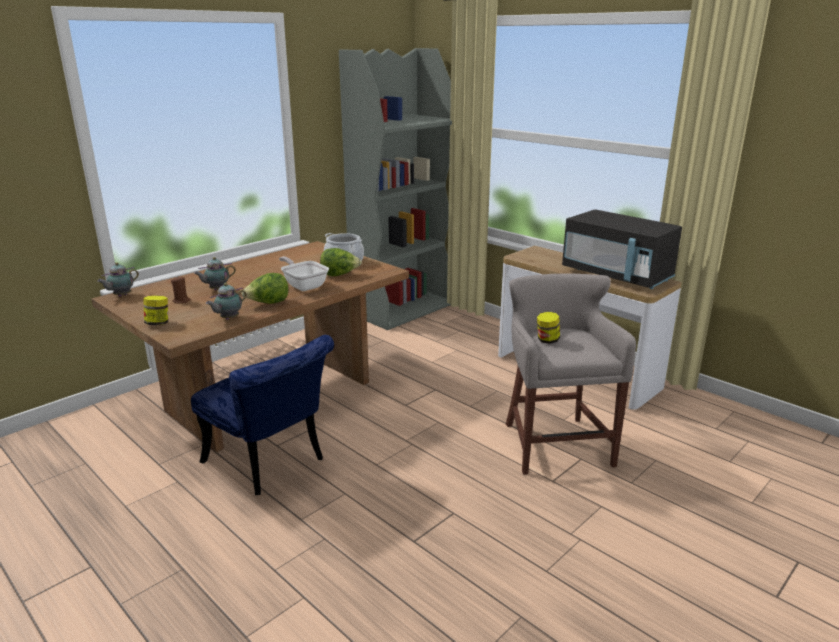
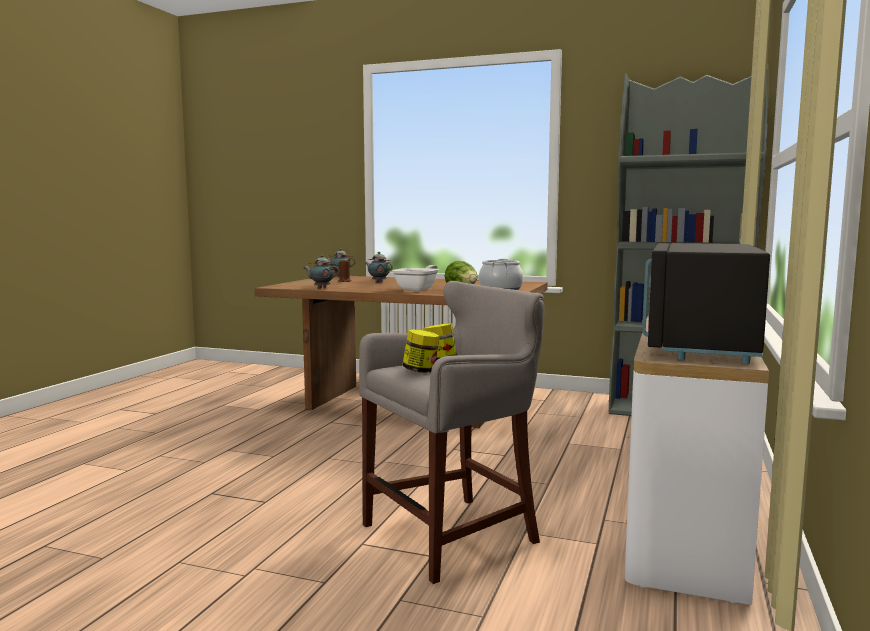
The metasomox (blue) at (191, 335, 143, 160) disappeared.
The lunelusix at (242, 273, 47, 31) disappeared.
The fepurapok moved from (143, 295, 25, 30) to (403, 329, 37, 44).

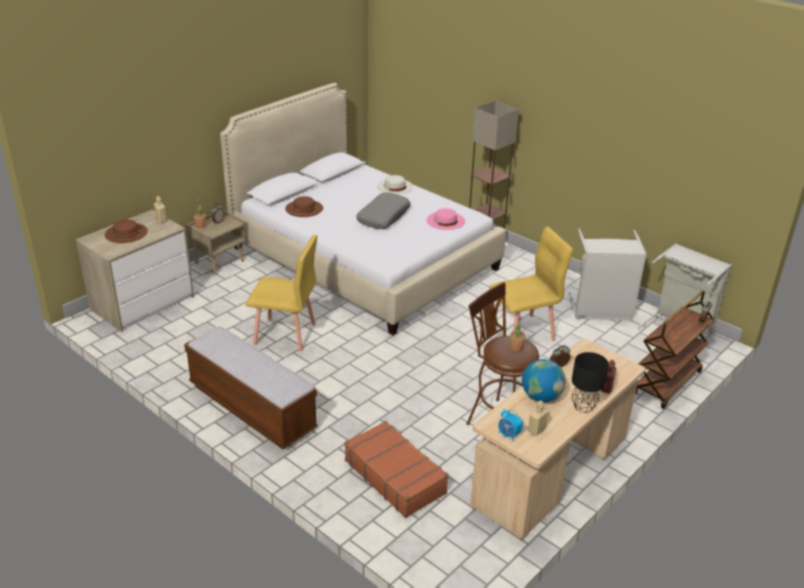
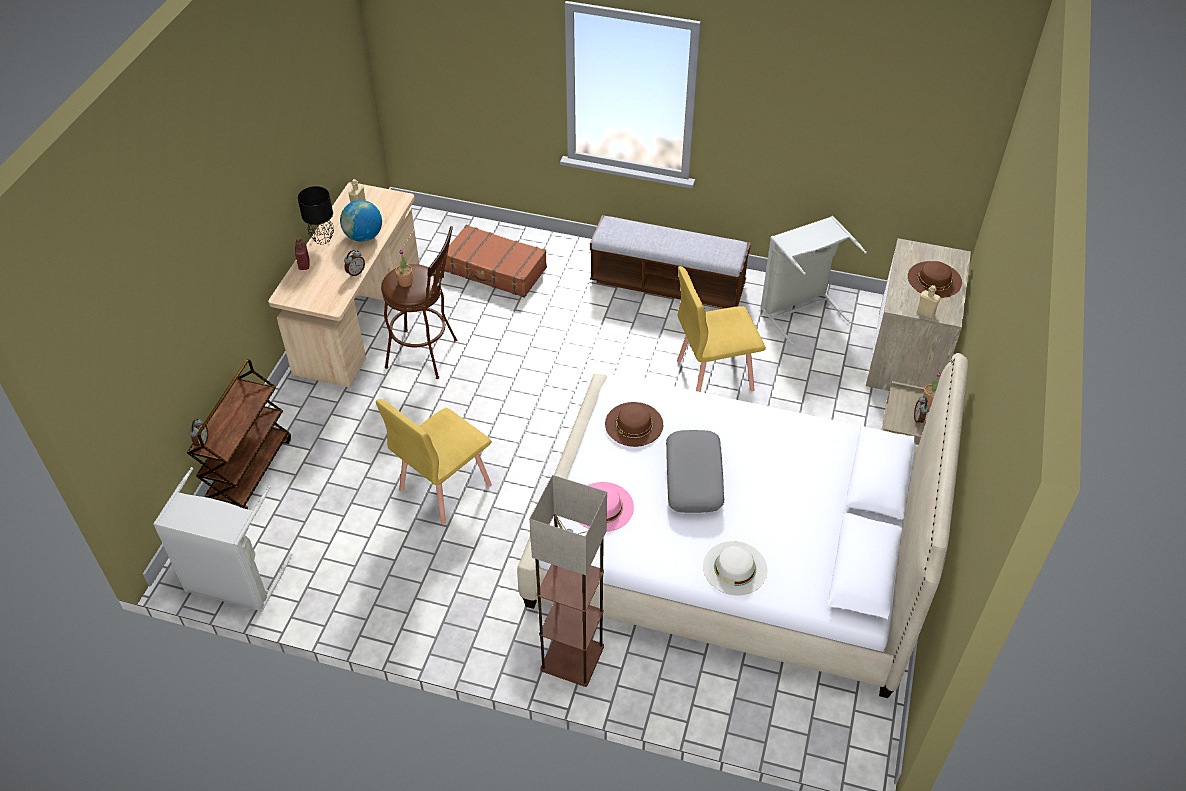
The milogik at (498, 409, 25, 32) disappeared.
The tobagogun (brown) moved from (285, 196, 38, 21) to (605, 402, 58, 45).
The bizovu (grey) moved from (569, 229, 78, 92) to (760, 216, 107, 129).

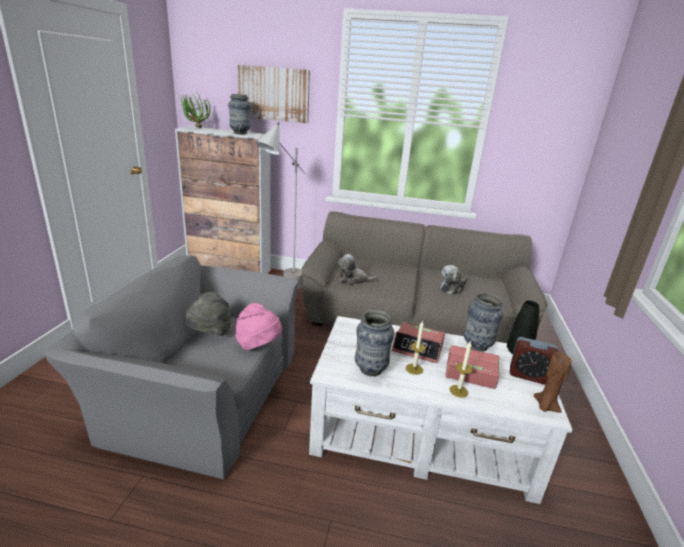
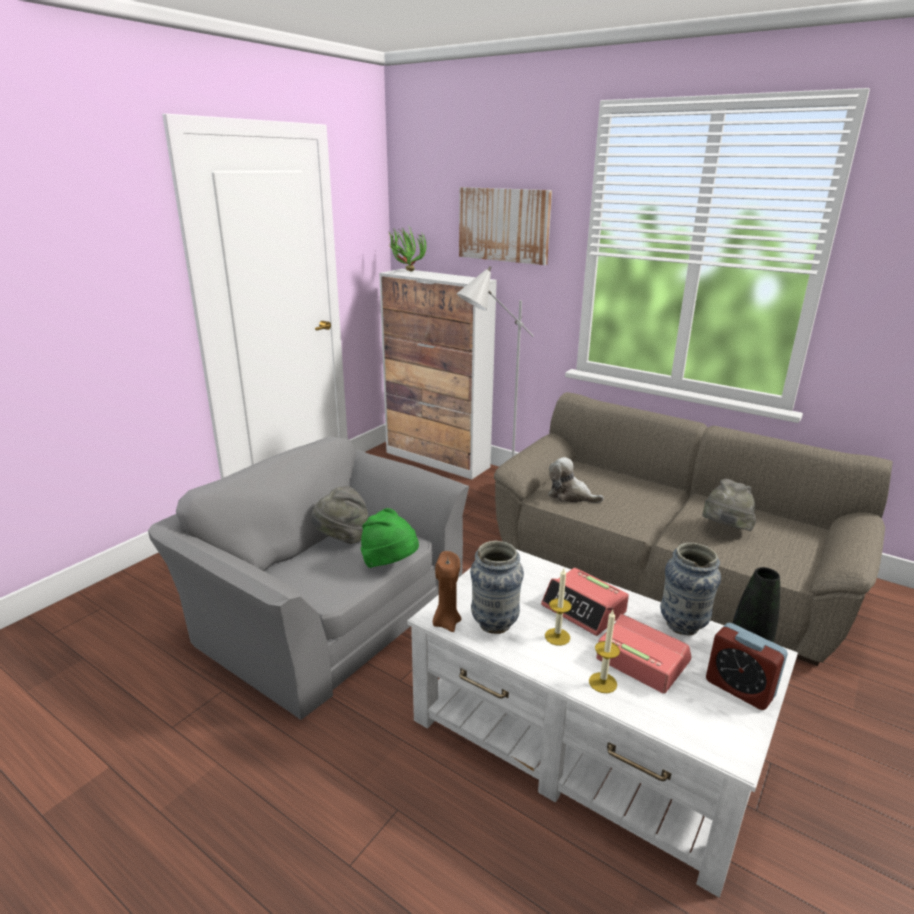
The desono at (228, 94, 23, 40) disappeared.
The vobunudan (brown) moved from (534, 352, 37, 61) to (433, 551, 28, 81).
The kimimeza at (440, 265, 27, 30) was replaced by the tobagogun (grey) at (702, 479, 54, 52).
The tobagogun (pink) at (235, 303, 47, 47) became the tobagogun (green) at (361, 508, 58, 60).

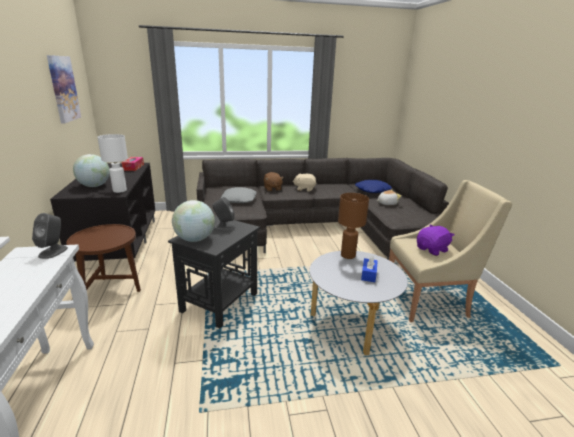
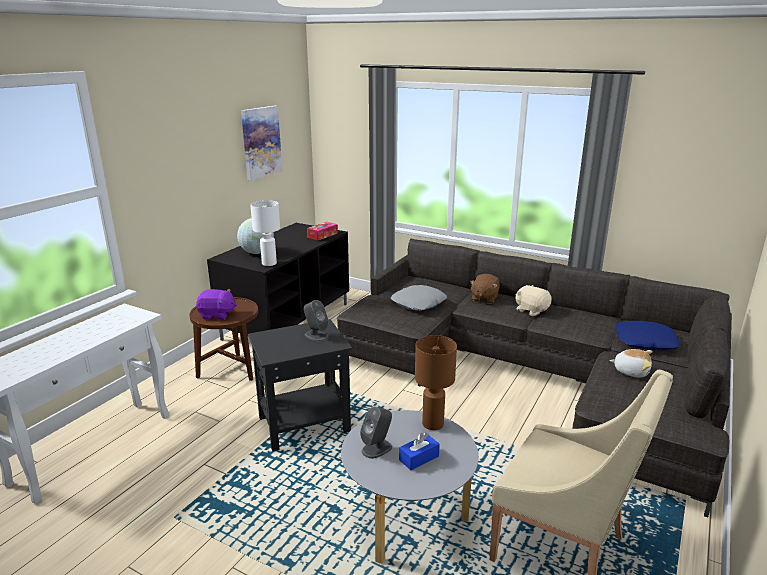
The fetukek at (172, 200, 43, 42) disappeared.
The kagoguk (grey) moved from (32, 213, 36, 46) to (360, 406, 32, 53).
The kimimeza (purple) moved from (417, 224, 37, 32) to (196, 289, 41, 31).

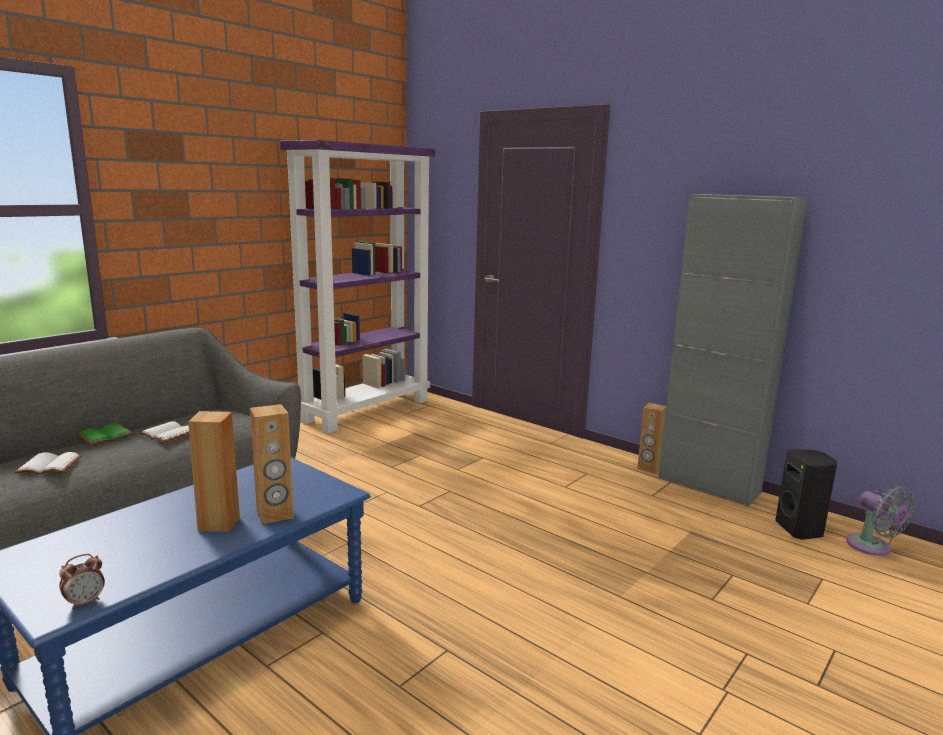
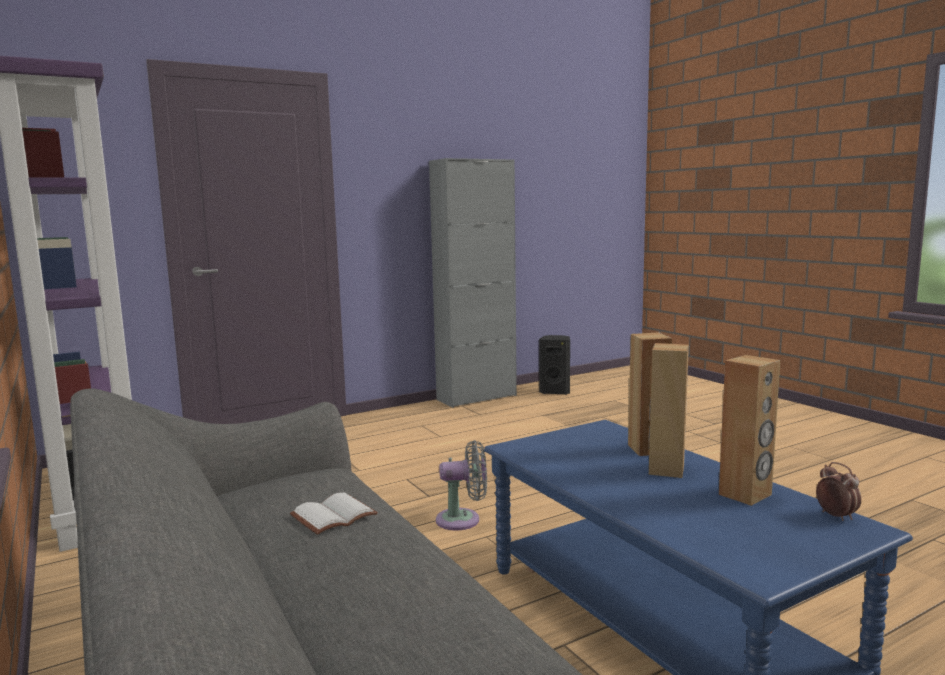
The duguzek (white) at (14, 452, 68, 22) disappeared.
The duguzek (green) at (77, 423, 57, 22) disappeared.
The kagoguk (brown) moved from (637, 403, 29, 70) to (719, 355, 61, 151).
The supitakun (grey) moved from (846, 486, 70, 70) to (436, 440, 51, 90).

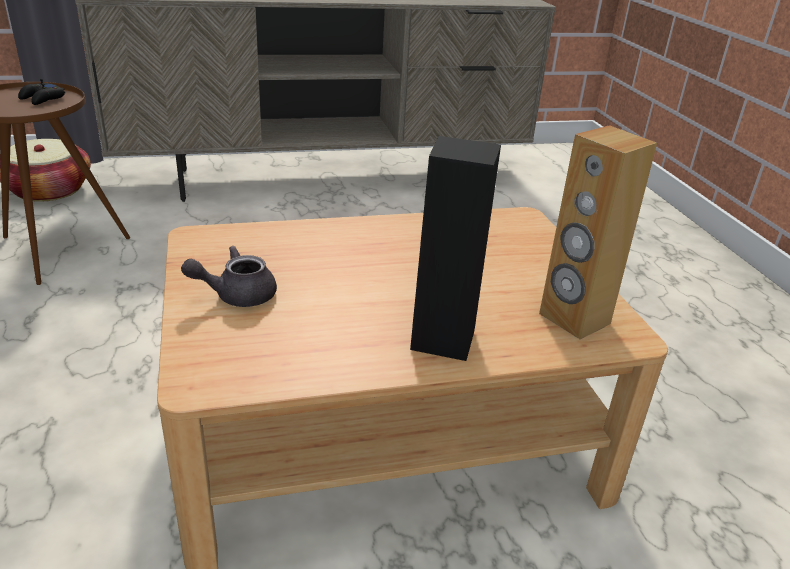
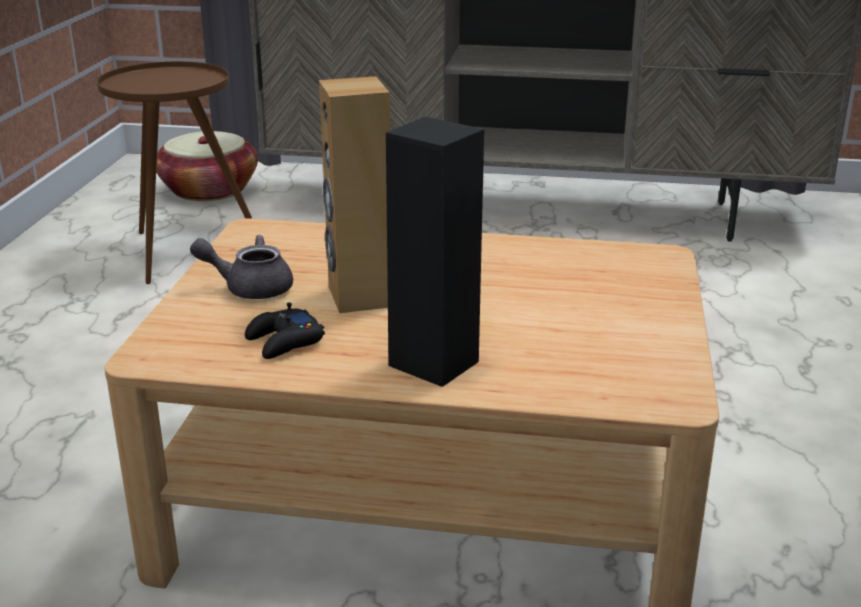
The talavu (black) moved from (18, 79, 47, 26) to (245, 302, 80, 57).
The kagoguk (brown) moved from (539, 125, 118, 214) to (319, 76, 71, 237).

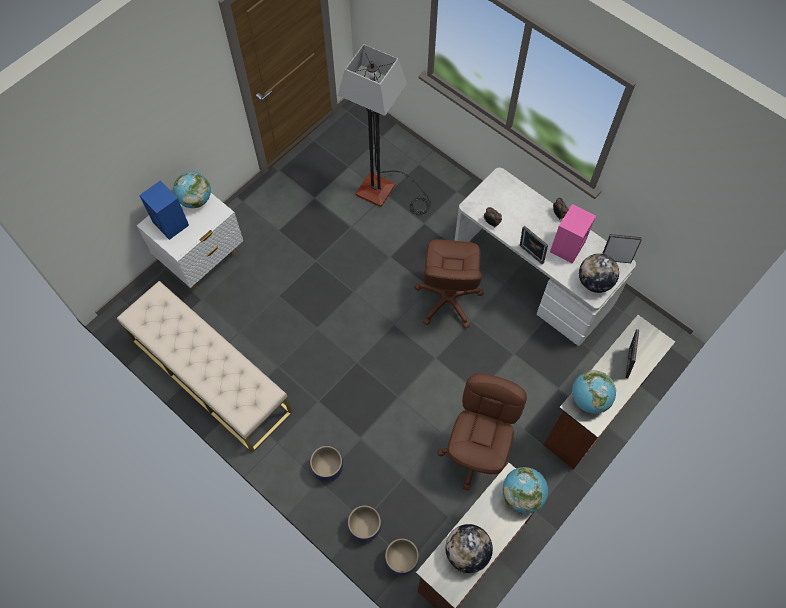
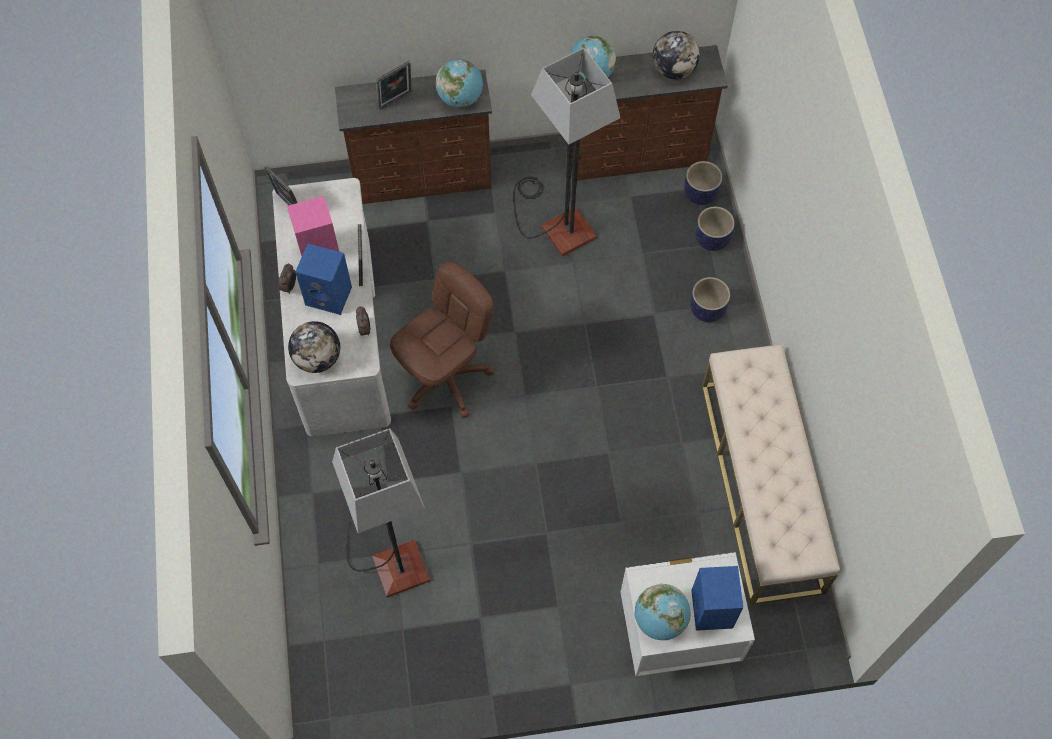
The kagoguk (blue) at (295, 244, 57, 71) appeared.
The fetukek moved from (579, 253, 40, 40) to (288, 321, 52, 52).
The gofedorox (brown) at (437, 374, 90, 116) was replaced by the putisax at (513, 48, 107, 208).

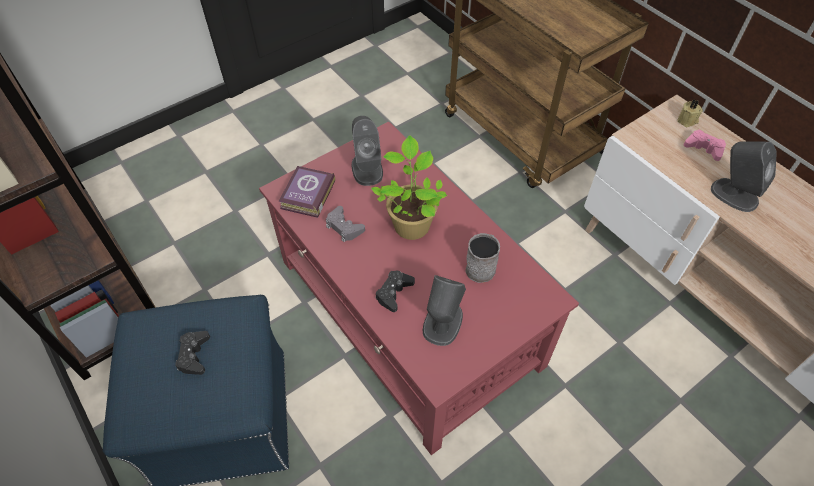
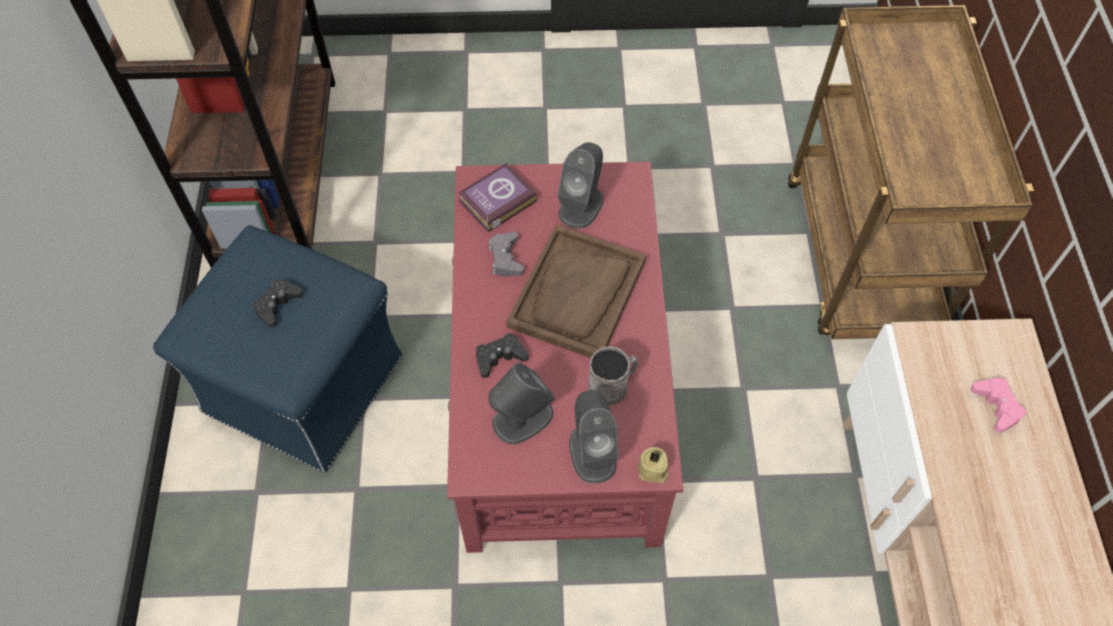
The vobunudan (beige) moved from (677, 99, 26, 28) to (638, 447, 31, 36).
The kagoguk (grey) moved from (711, 142, 66, 70) to (569, 390, 50, 94).
The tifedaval at (371, 135, 76, 105) was replaced by the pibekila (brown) at (506, 225, 140, 133).

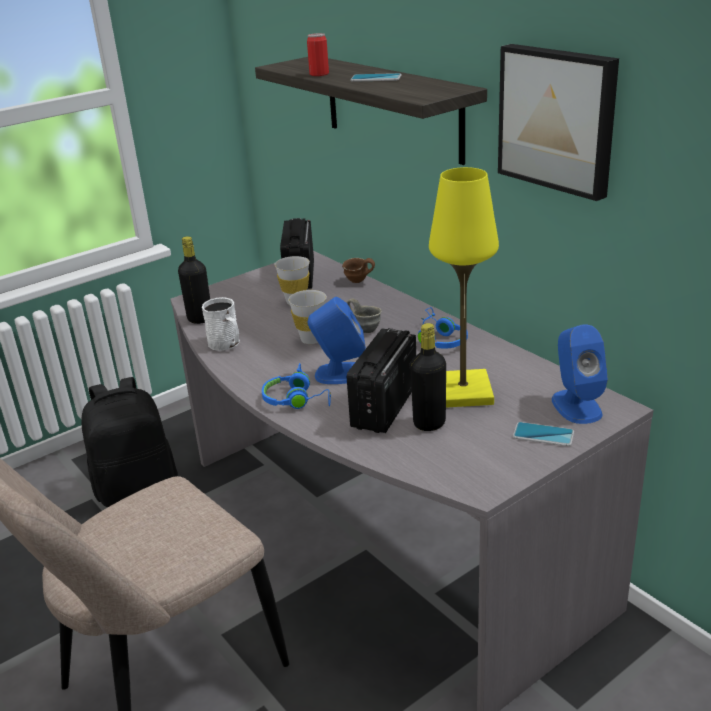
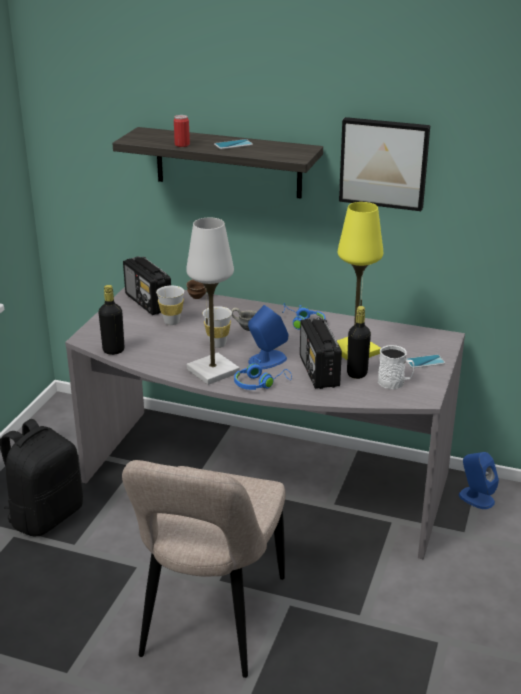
The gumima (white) at (186, 217, 54, 168) appeared.
The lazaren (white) moved from (202, 297, 38, 54) to (378, 345, 36, 44).
The kagoguk (blue) moved from (552, 324, 56, 100) to (459, 452, 40, 57).

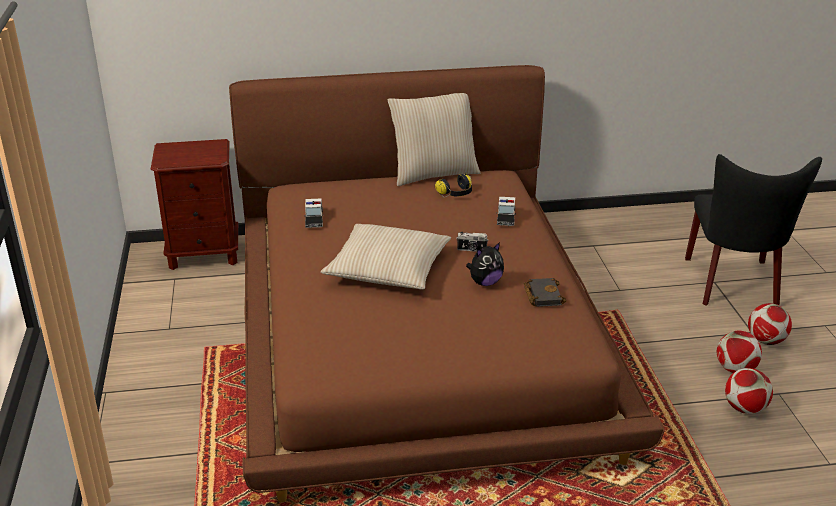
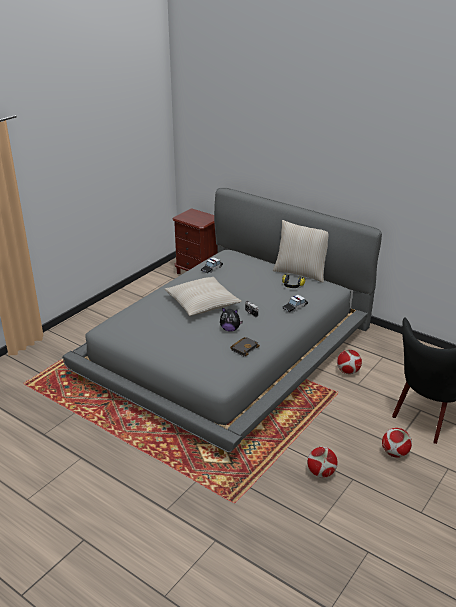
The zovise moved from (717, 331, 45, 42) to (337, 350, 25, 24).
The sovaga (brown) at (229, 65, 436, 437) became the sovaga (grey) at (62, 188, 320, 267).

